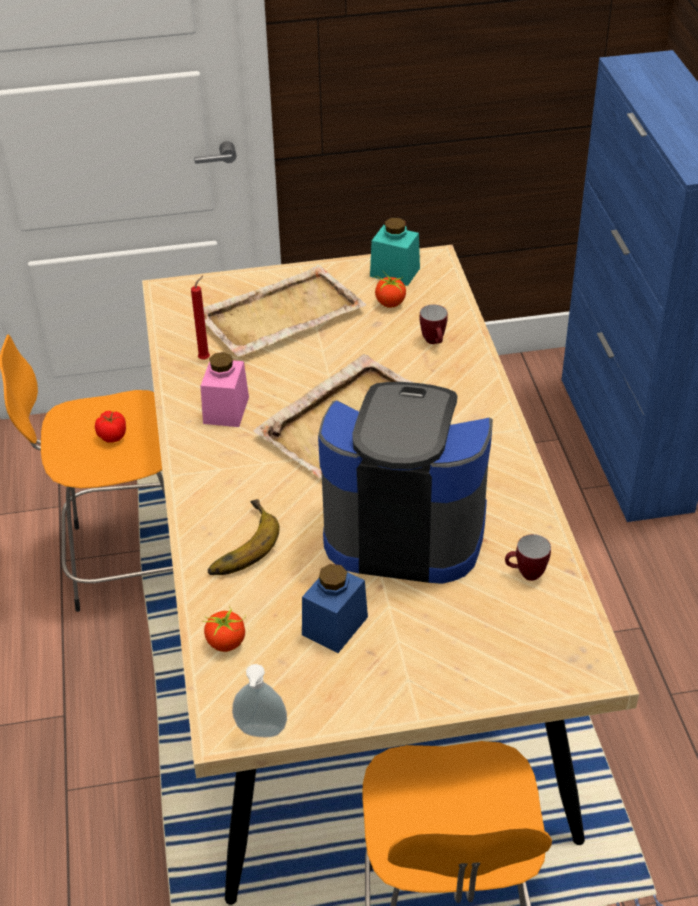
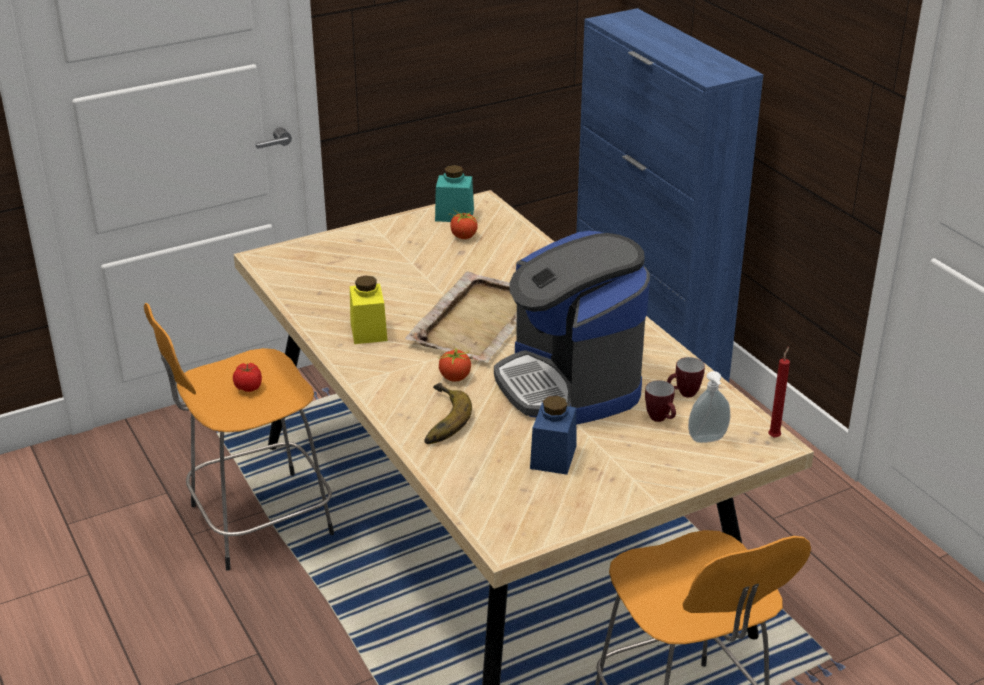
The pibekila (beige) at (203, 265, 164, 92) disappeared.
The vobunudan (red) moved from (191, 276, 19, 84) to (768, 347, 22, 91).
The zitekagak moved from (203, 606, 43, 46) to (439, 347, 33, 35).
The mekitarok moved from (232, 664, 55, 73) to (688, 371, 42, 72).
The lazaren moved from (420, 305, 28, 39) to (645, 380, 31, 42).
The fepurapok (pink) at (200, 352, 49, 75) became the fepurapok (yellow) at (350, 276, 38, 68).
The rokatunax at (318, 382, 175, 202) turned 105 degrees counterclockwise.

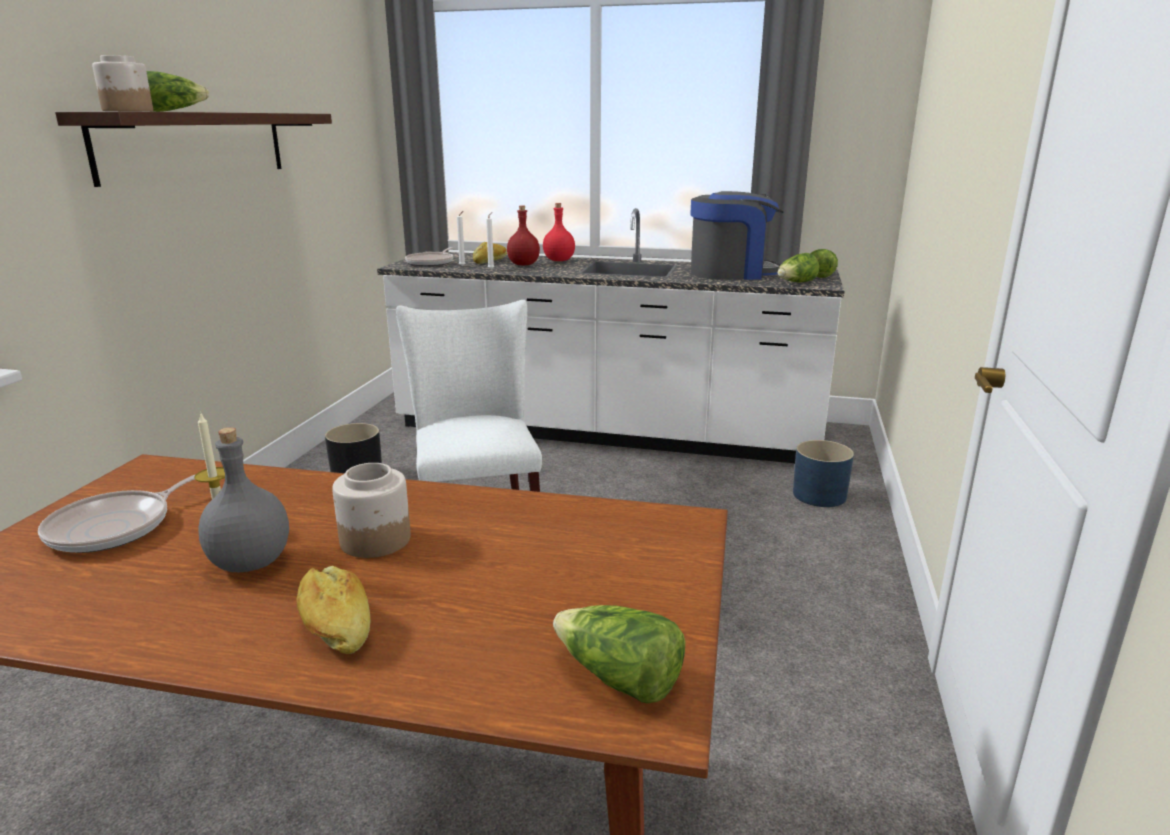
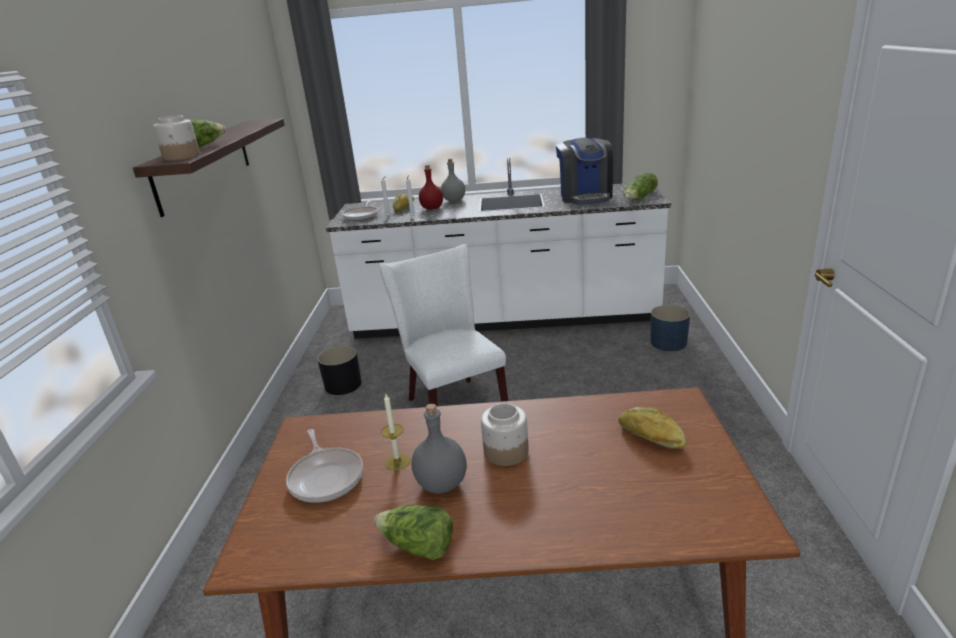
The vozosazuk moved from (296, 566, 74, 88) to (618, 407, 68, 42).
The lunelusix moved from (553, 605, 132, 99) to (374, 505, 79, 55).
The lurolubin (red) at (543, 203, 32, 58) became the lurolubin (grey) at (441, 159, 24, 43).
The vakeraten at (38, 475, 157, 78) turned 45 degrees counterclockwise.
The rokatunax at (690, 191, 94, 89) turned 105 degrees clockwise.

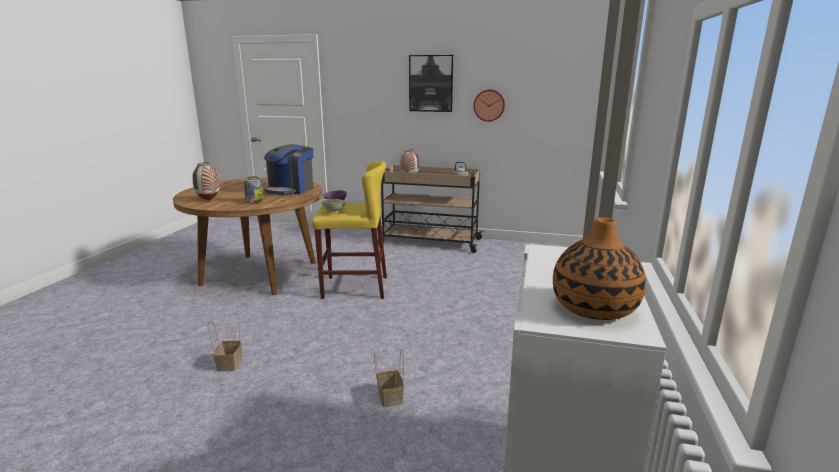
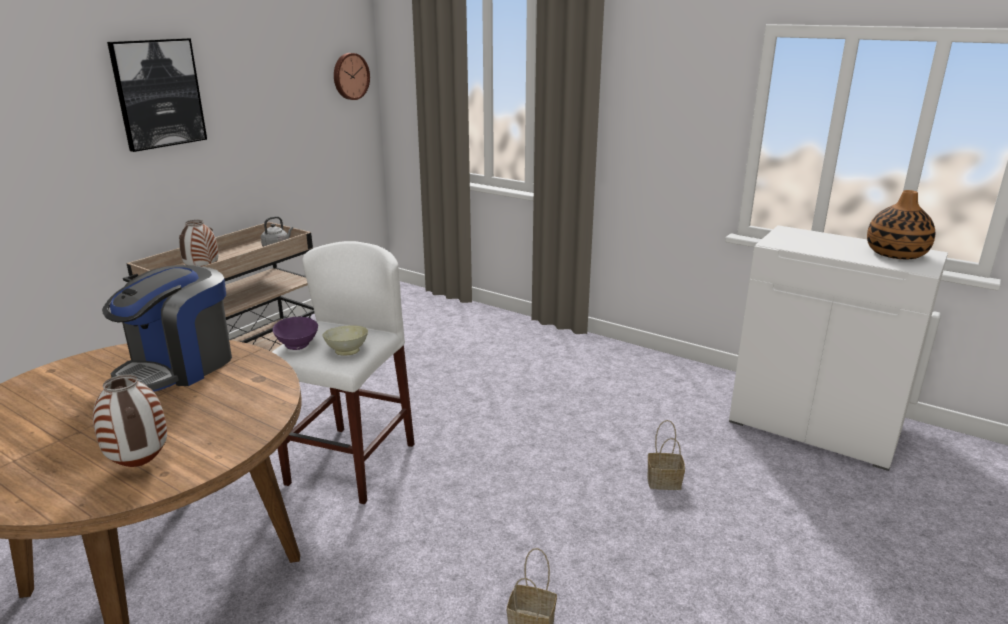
The fepurapok at (245, 176, 18, 27) disappeared.
The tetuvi moved from (473, 89, 32, 33) to (334, 53, 36, 47).
The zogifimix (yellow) at (312, 161, 75, 138) became the zogifimix (white) at (272, 241, 143, 263).
The rokatunax at (264, 144, 49, 51) turned 75 degrees clockwise.

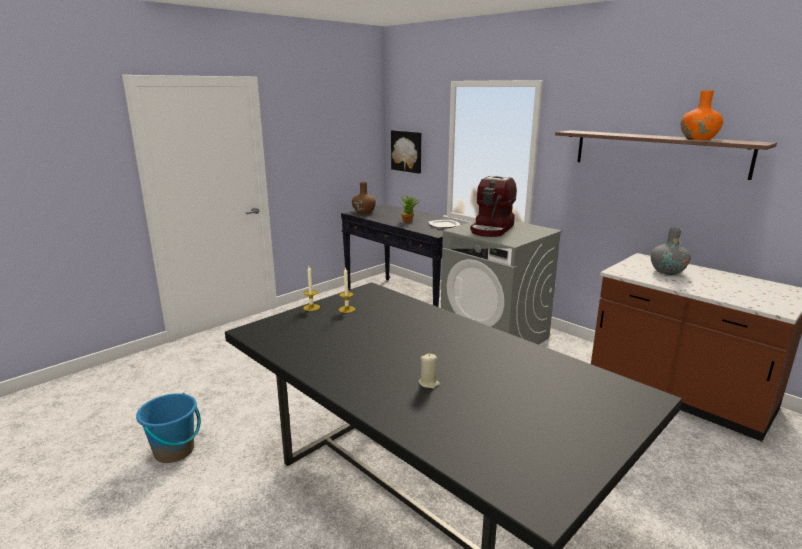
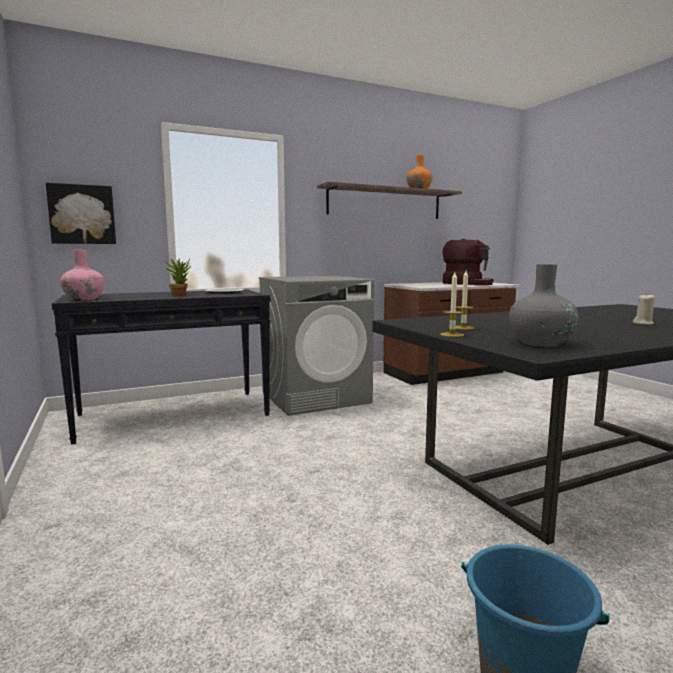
The rokatunax moved from (470, 176, 47, 61) to (443, 239, 51, 46).
The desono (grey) moved from (651, 228, 40, 47) to (509, 264, 69, 83).
The desono (brown) at (352, 182, 24, 32) became the desono (pink) at (60, 250, 45, 50).

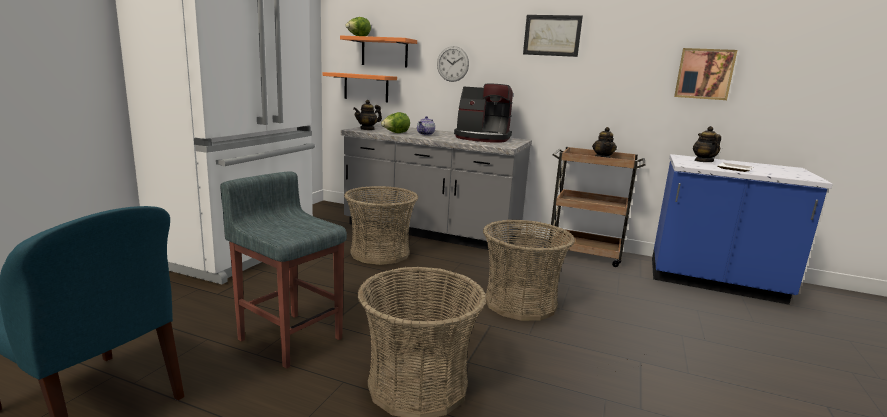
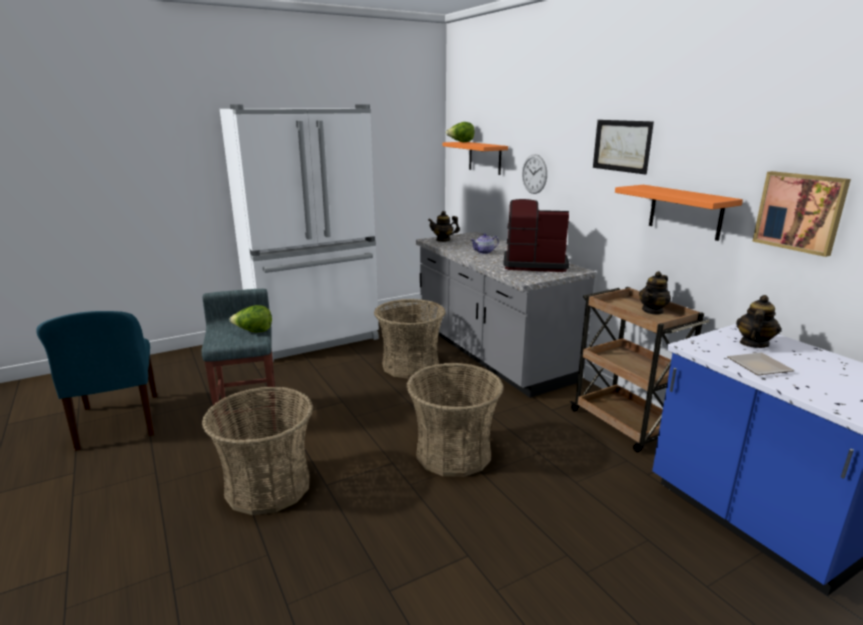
The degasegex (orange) moved from (322, 72, 75, 30) to (615, 185, 128, 56).
The lunelusix moved from (381, 112, 29, 21) to (230, 305, 42, 28).
The rokatunax at (454, 84, 59, 59) turned 135 degrees clockwise.

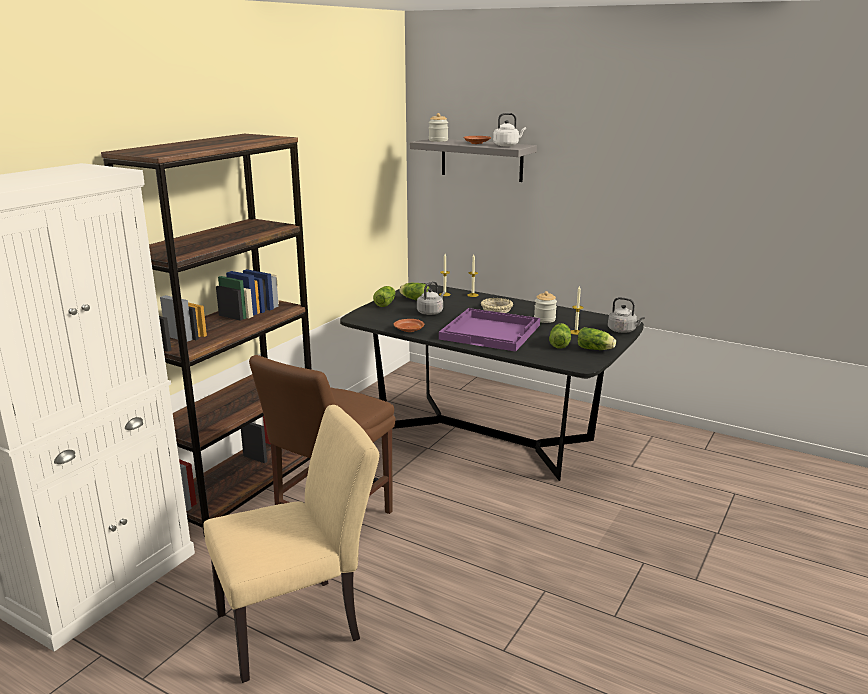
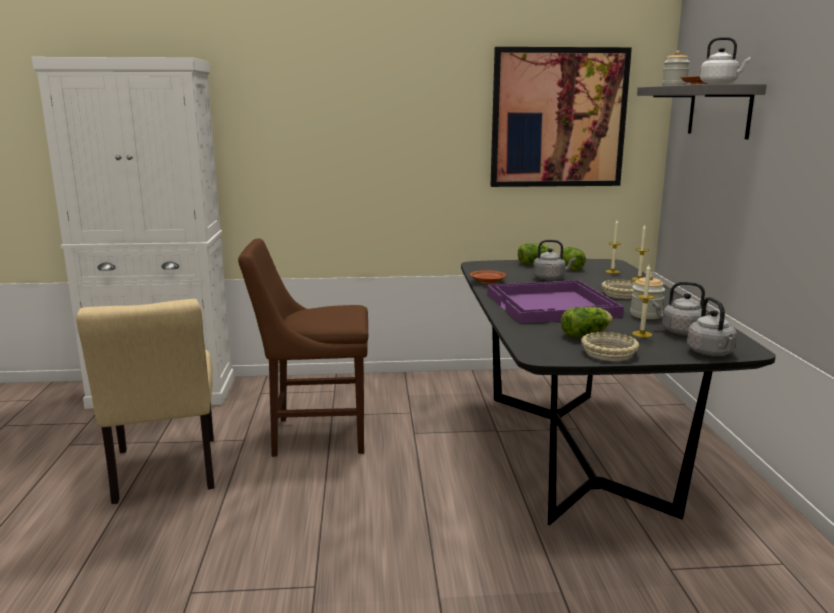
The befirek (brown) at (101, 134, 211, 403) disappeared.
The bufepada at (491, 47, 141, 140) appeared.
The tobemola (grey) at (652, 282, 56, 53) appeared.
The lunelusix at (577, 327, 39, 23) was replaced by the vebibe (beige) at (581, 332, 58, 29).
The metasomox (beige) at (203, 405, 177, 278) turned 45 degrees clockwise.

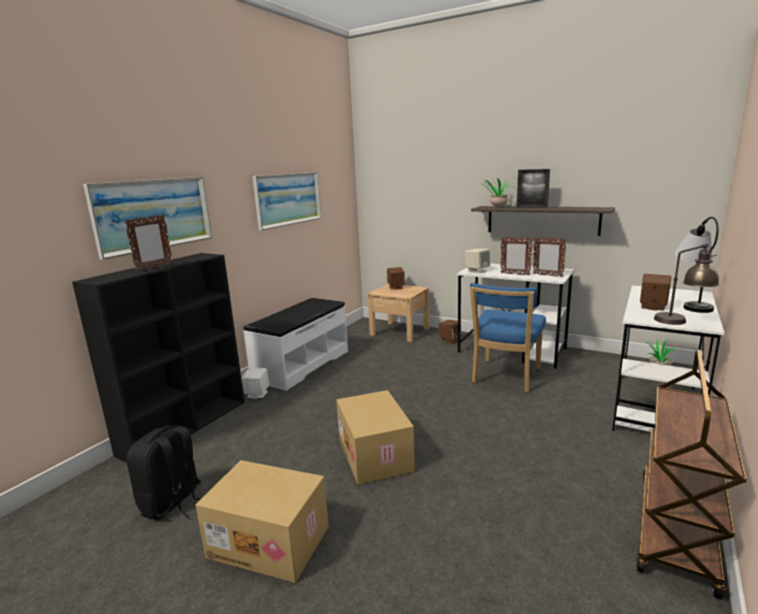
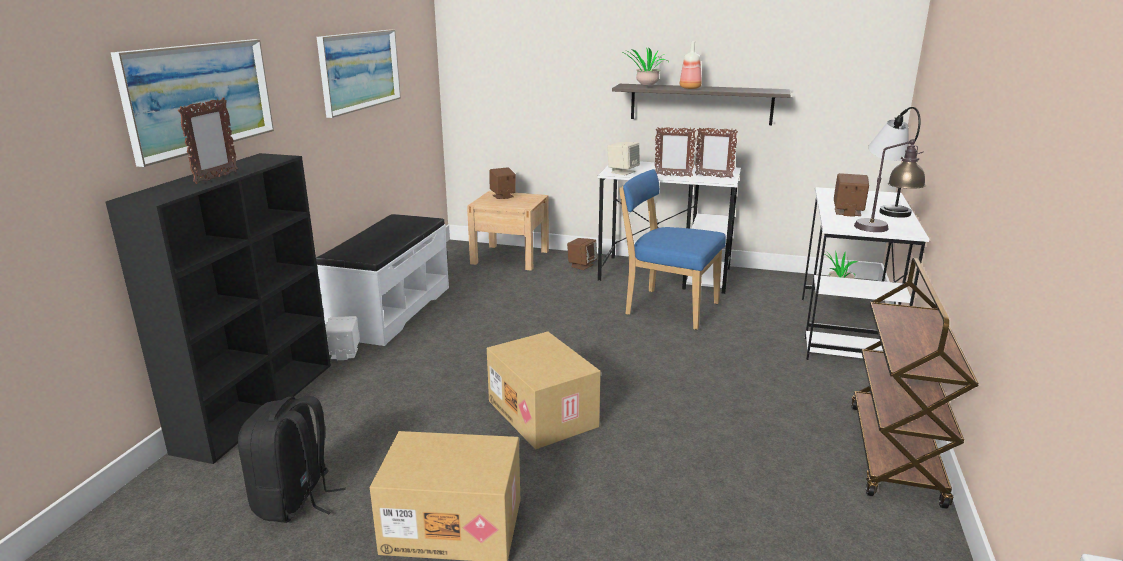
The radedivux at (517, 169, 33, 39) was replaced by the lurolubin at (680, 41, 22, 48).
The metasomox (blue) at (470, 283, 76, 109) turned 105 degrees clockwise.

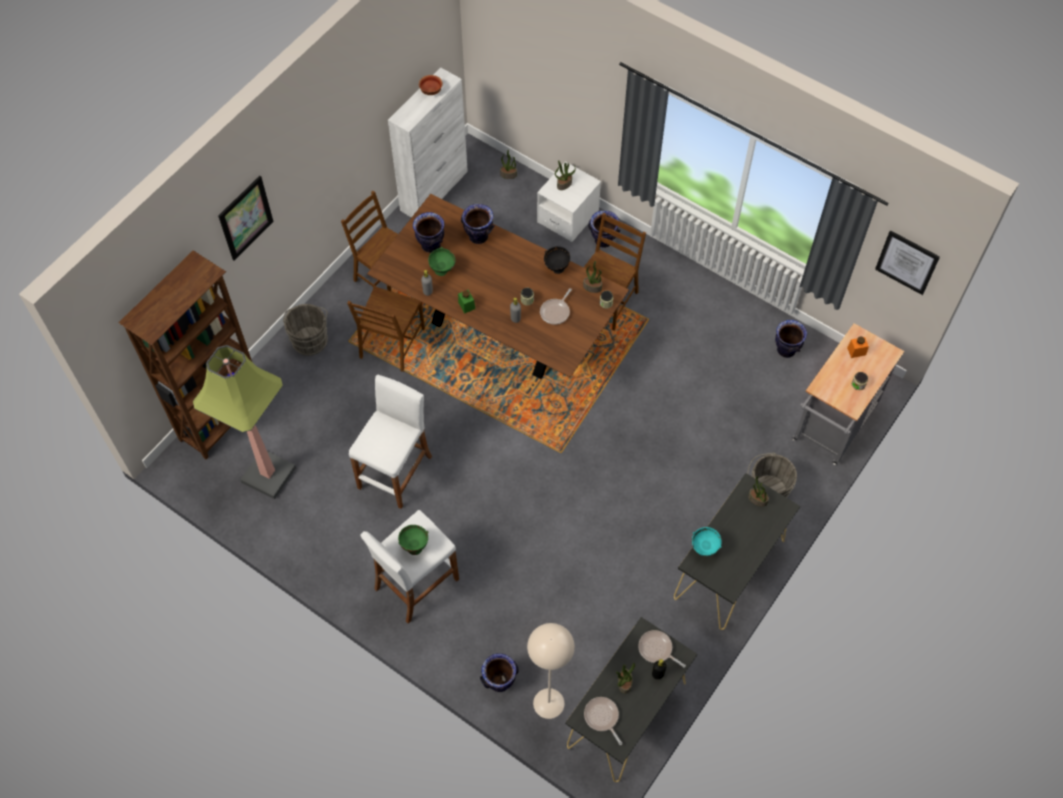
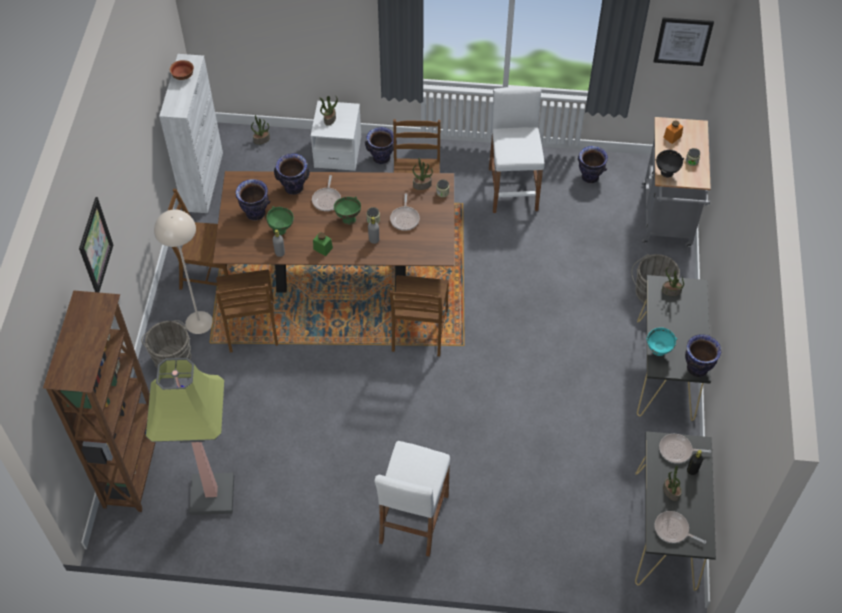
The vakeraten at (312, 175, 29, 36) appeared.
The metasomox (brown) at (389, 275, 60, 81) appeared.
The zogifimix (white) moved from (349, 375, 83, 134) to (489, 86, 56, 127).
The vebibe (green) moved from (398, 525, 30, 30) to (334, 197, 27, 28).
The desono moved from (480, 653, 39, 39) to (685, 334, 36, 43).
The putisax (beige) moved from (527, 623, 48, 96) to (154, 210, 59, 124).
The vebibe (black) moved from (544, 246, 26, 28) to (655, 150, 29, 27).

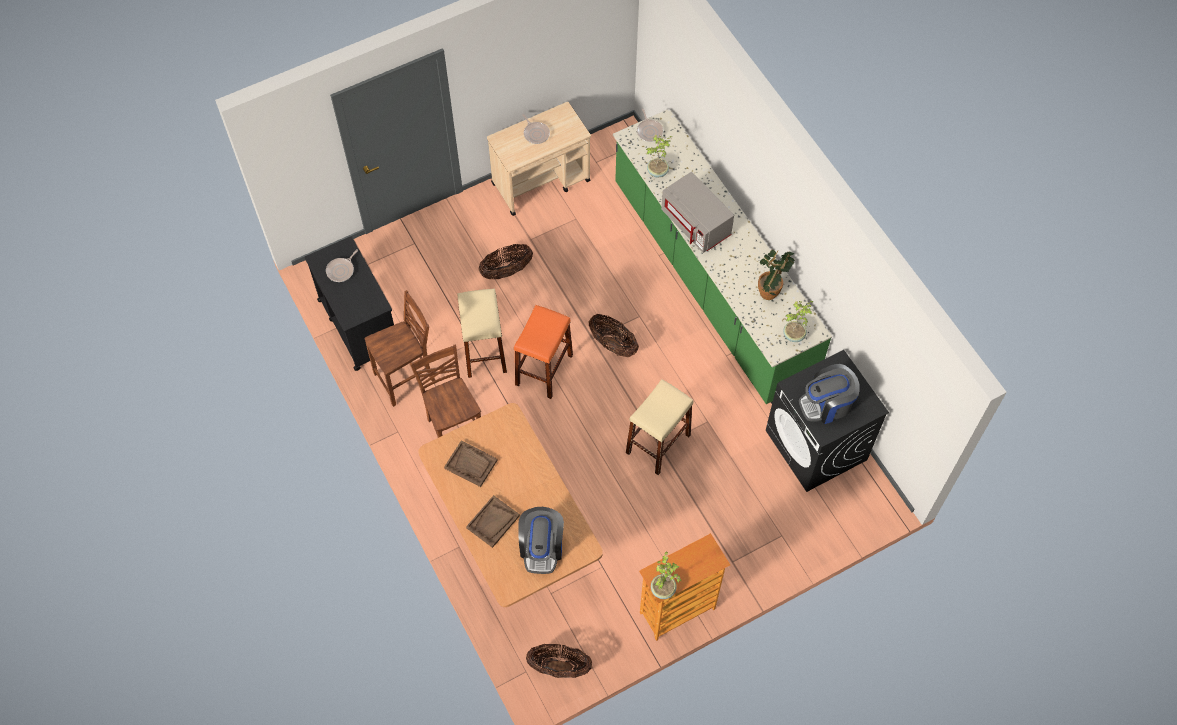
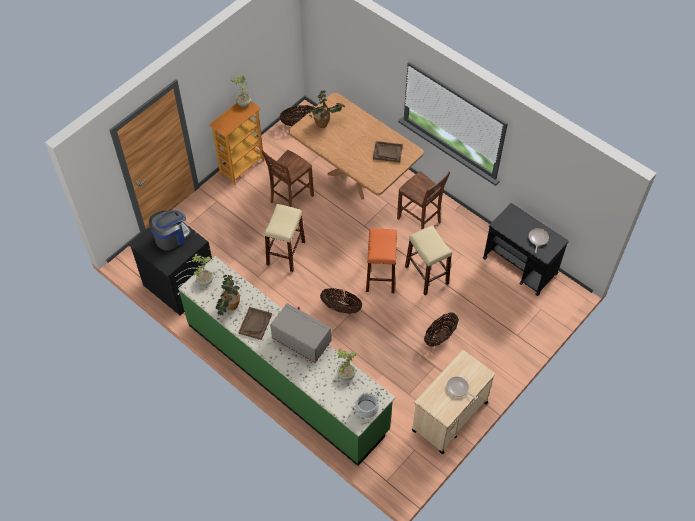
The metasomox (brown) moved from (365, 290, 70, 117) to (262, 150, 52, 57).
The pibekila (brown) moved from (466, 495, 54, 53) to (238, 307, 34, 33).
The rokatunax at (518, 507, 46, 67) was replaced by the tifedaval at (308, 90, 37, 38).
The vakeraten at (637, 109, 26, 33) was replaced by the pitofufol at (355, 393, 24, 25).

